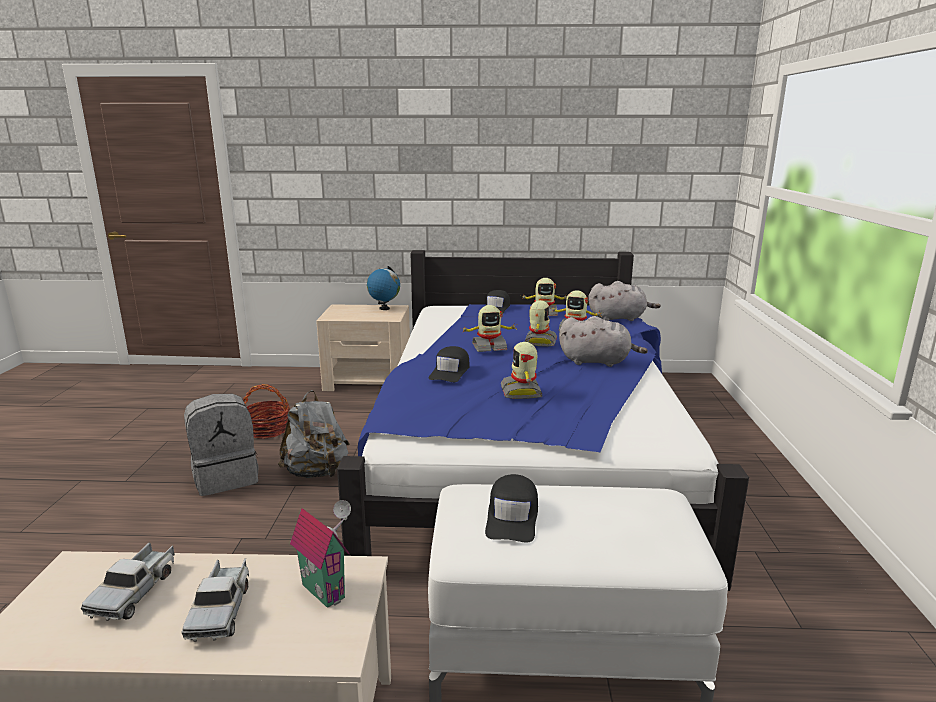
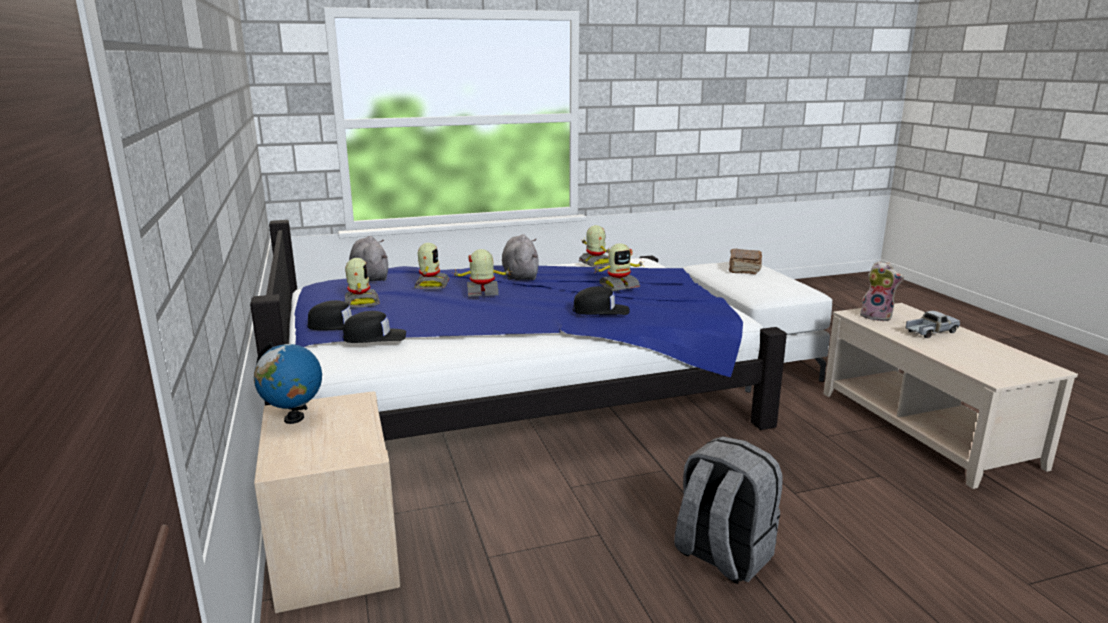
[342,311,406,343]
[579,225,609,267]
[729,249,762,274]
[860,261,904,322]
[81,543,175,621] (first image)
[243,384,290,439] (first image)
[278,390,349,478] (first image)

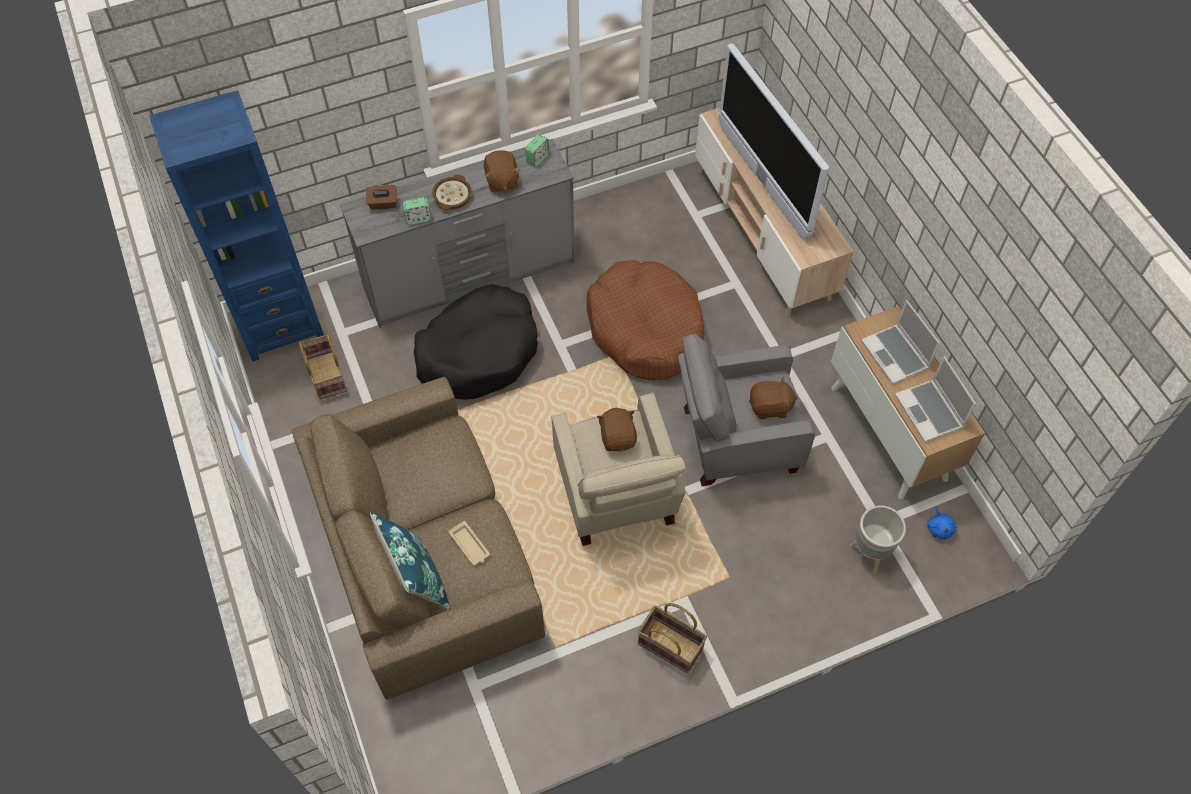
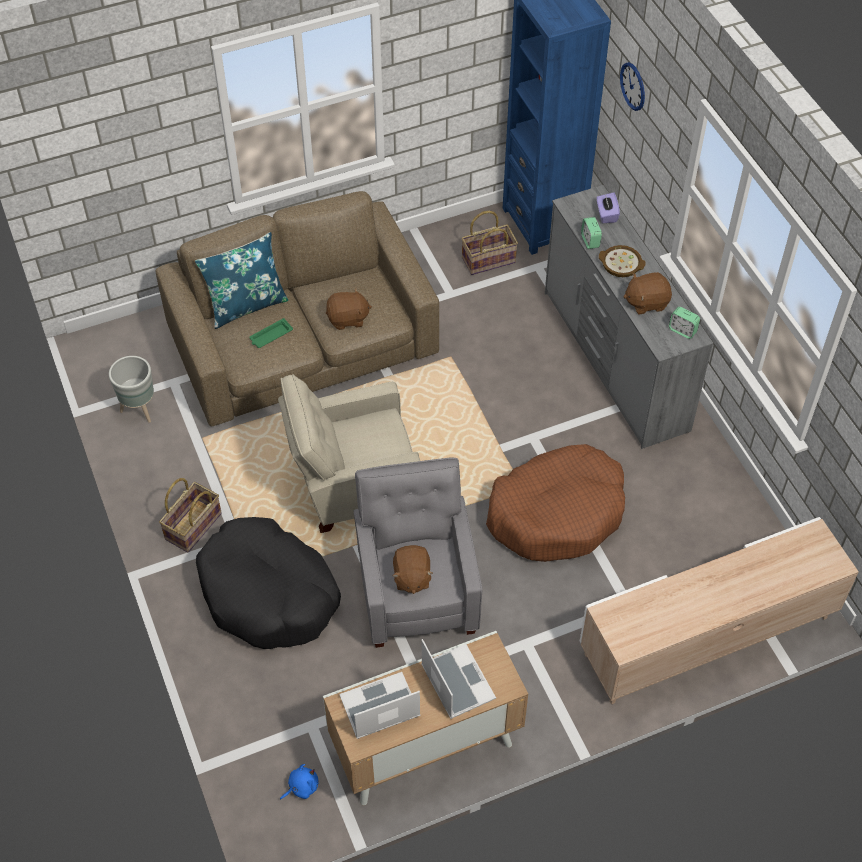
[109,356,154,423]
[196,517,341,649]
[249,318,293,348]
[280,764,319,800]
[326,288,372,330]
[421,639,496,719]
[596,192,620,223]
[620,62,645,111]
[719,44,829,239] (first image)

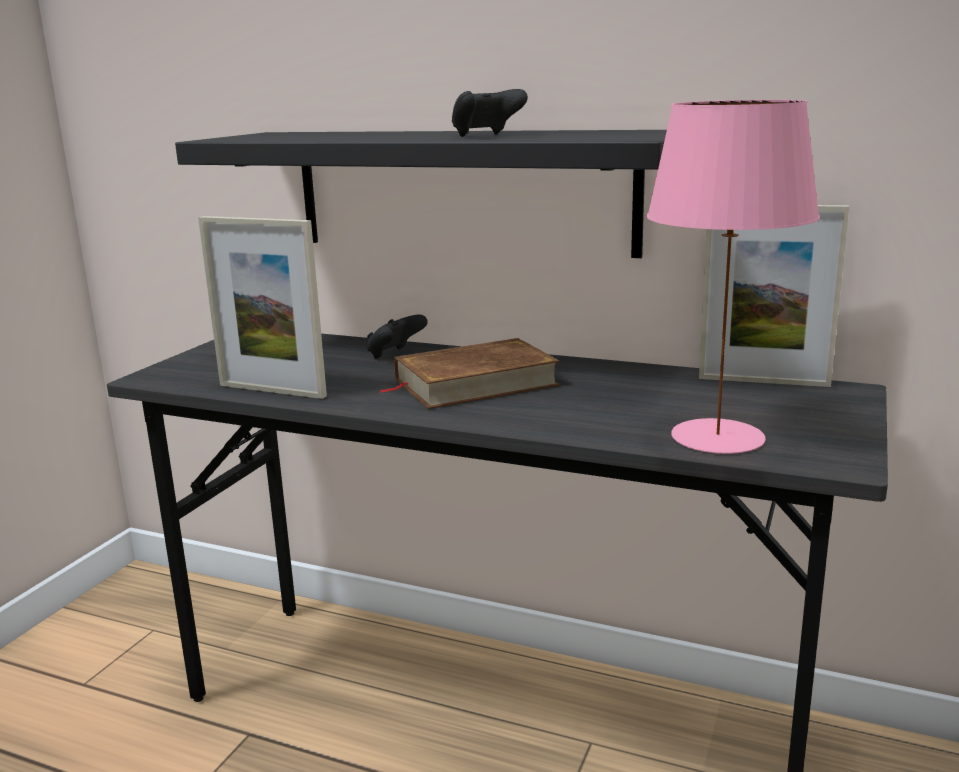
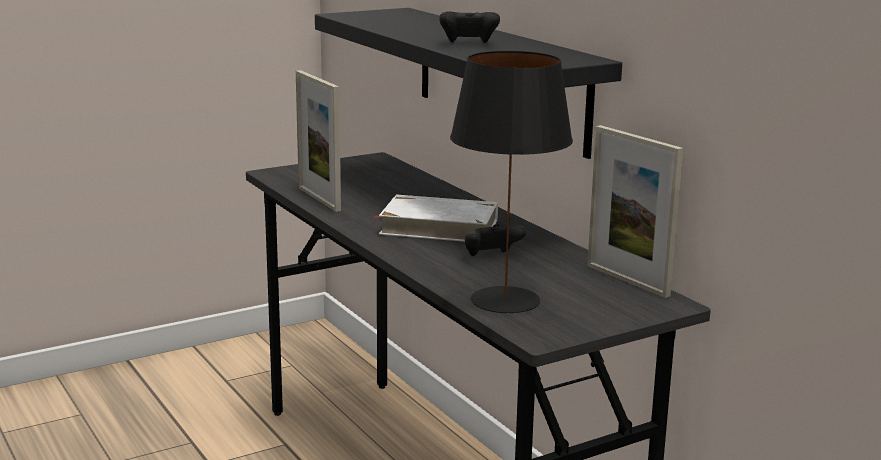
[375,195,498,242]
[450,51,573,314]
[465,224,526,256]

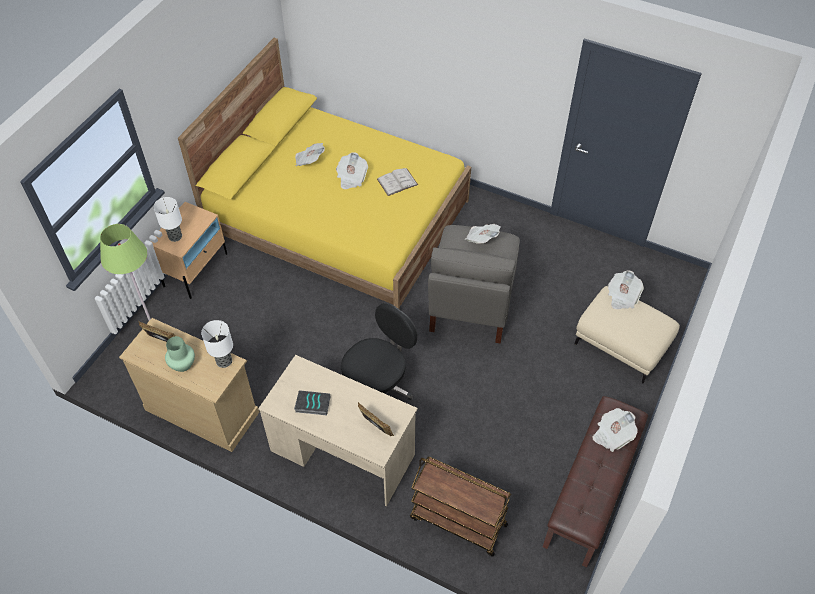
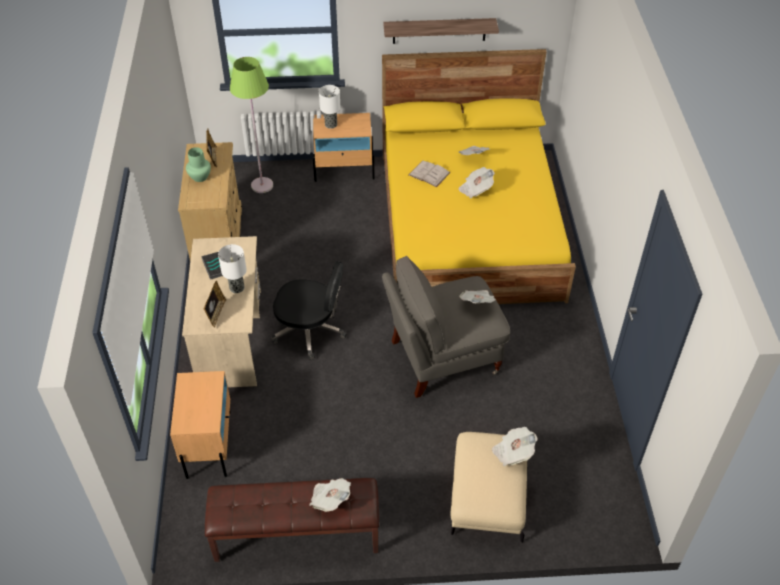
[170,371,231,479]
[218,244,247,293]
[383,18,499,44]
[408,160,450,187]

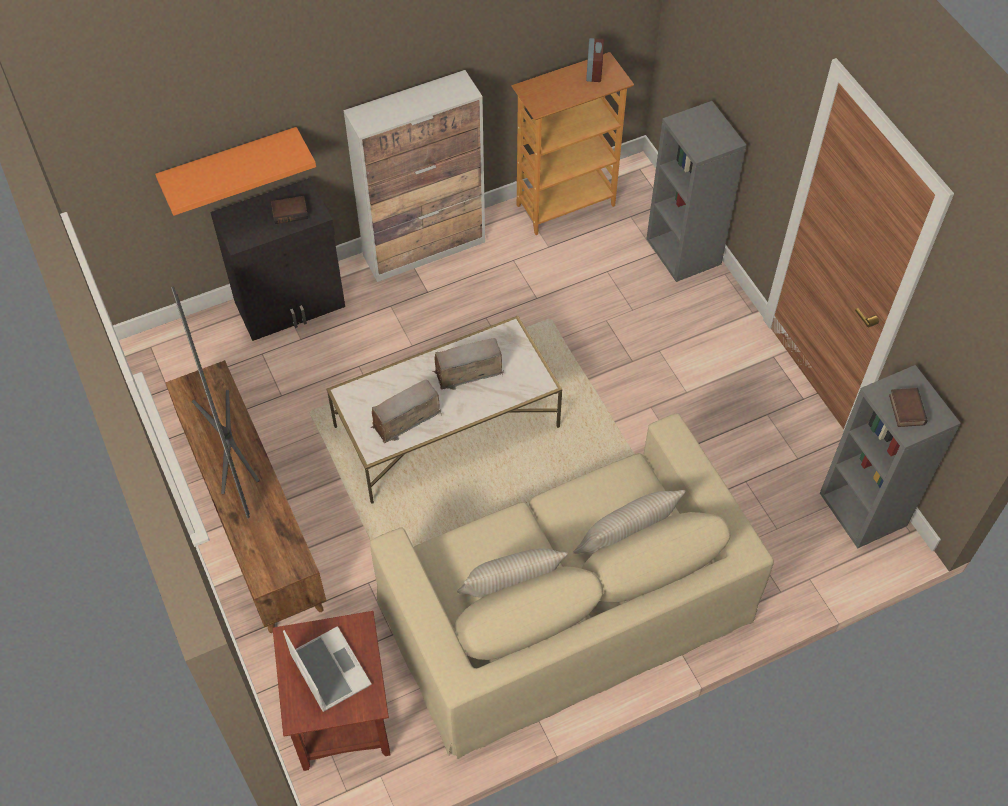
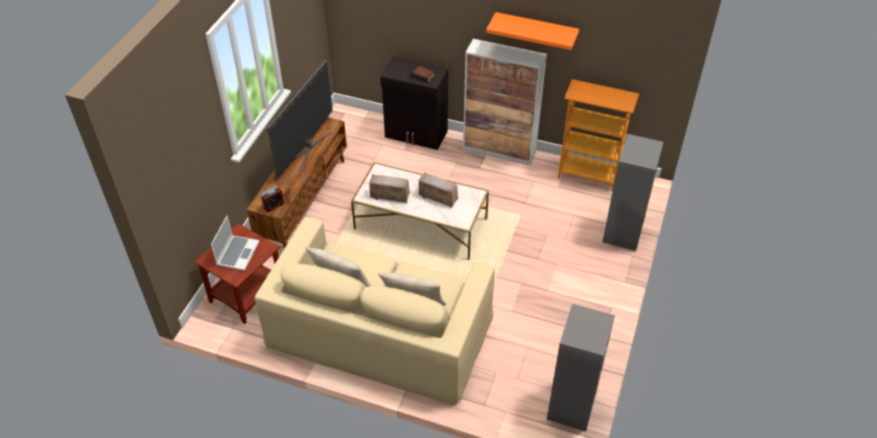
[260,186,284,212]
[486,12,579,50]
[889,388,928,427] (first image)

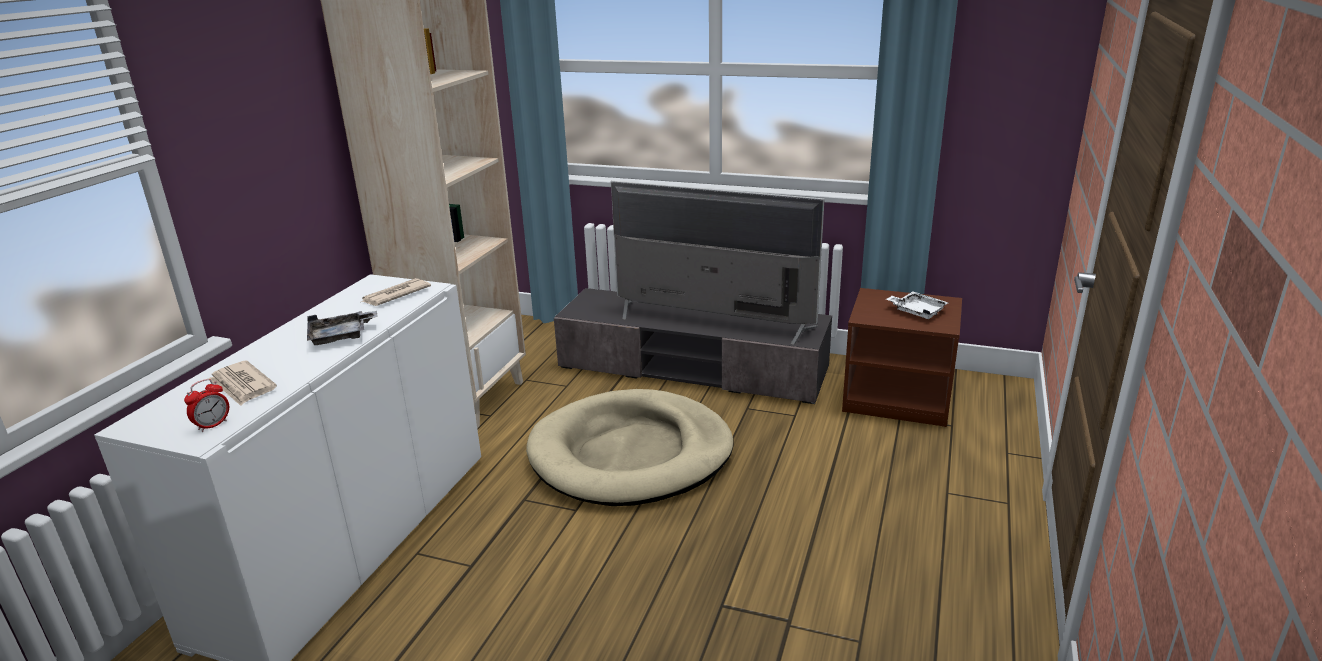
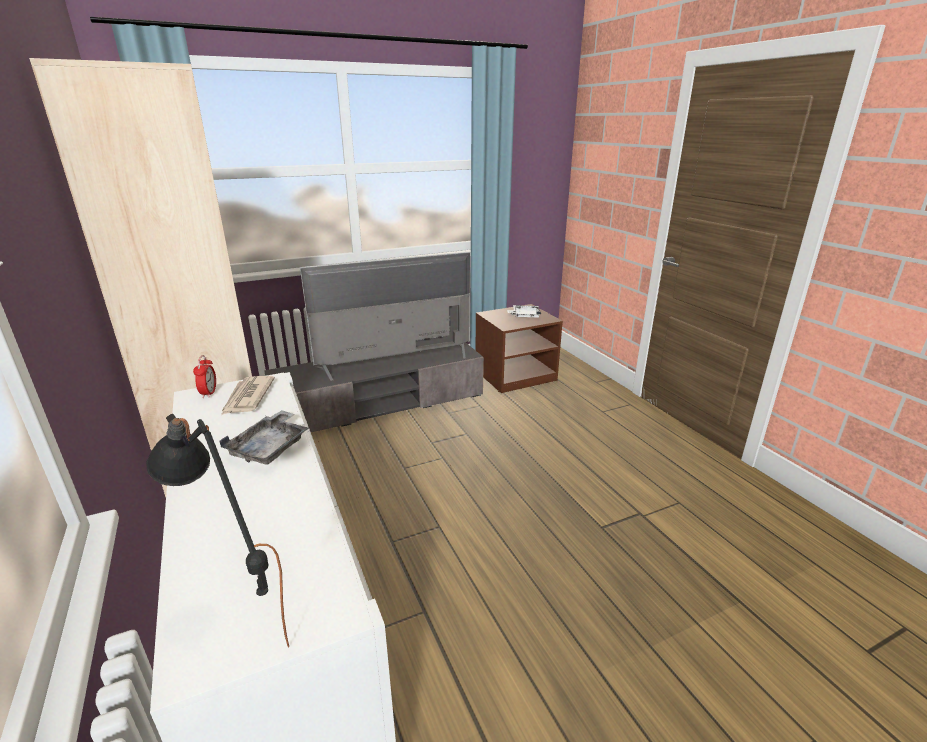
[146,414,289,647]
[193,355,216,398]
[208,360,277,406] (first image)
[526,389,734,506] (first image)

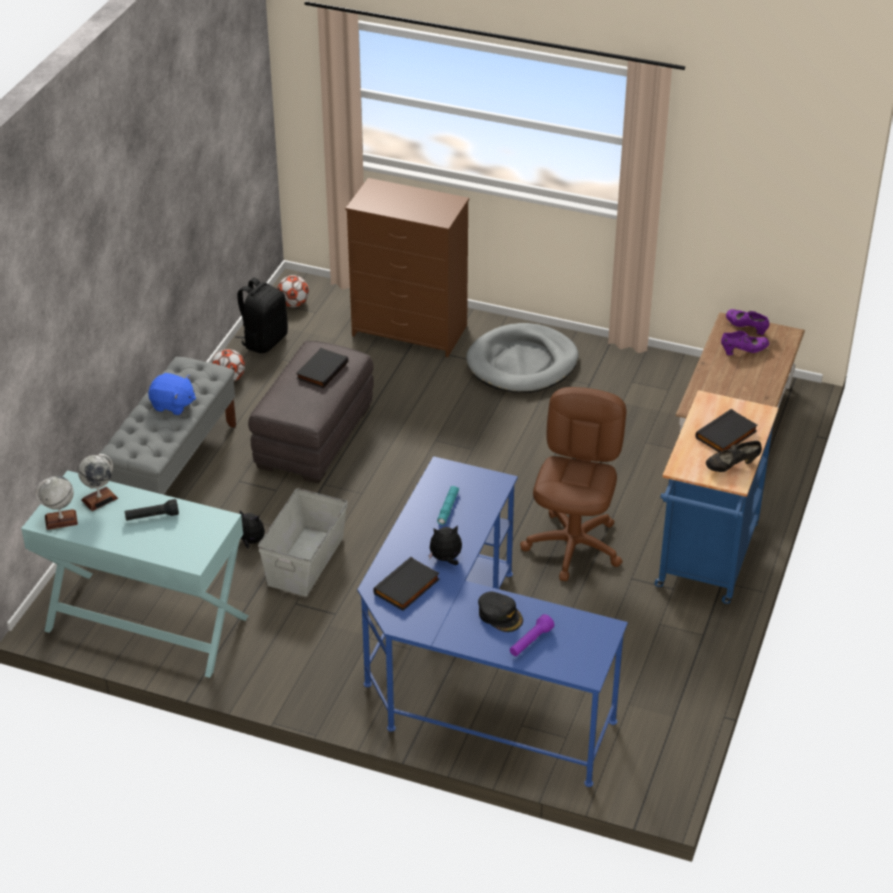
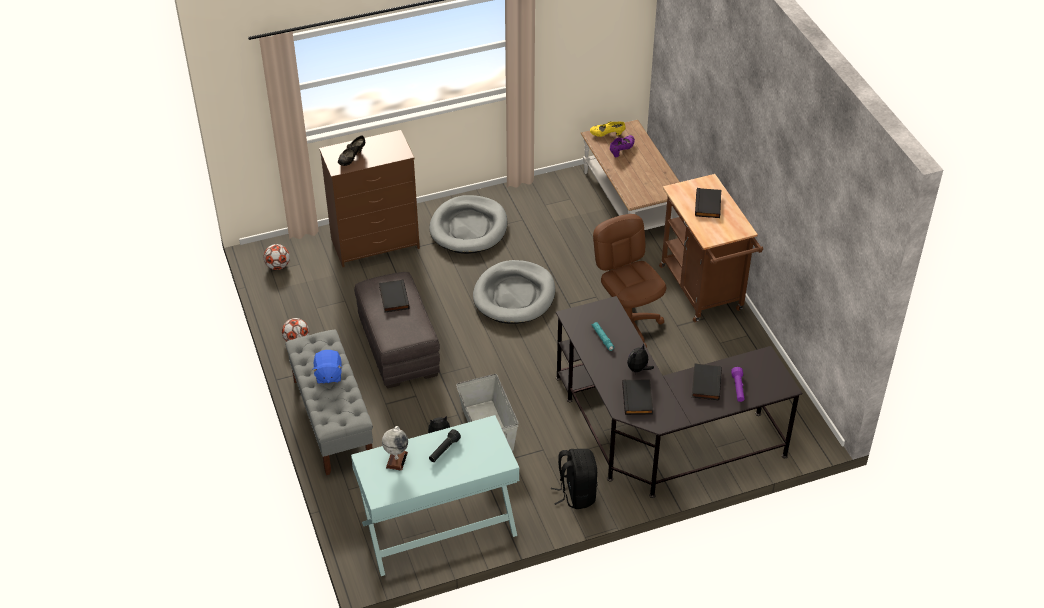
[312,350,342,384]
[338,136,365,166]
[473,260,555,324]
[551,449,598,509]
[556,296,802,498]
[590,122,626,137]
[659,174,763,322]
[692,364,722,401]
[36,476,78,530] (first image)

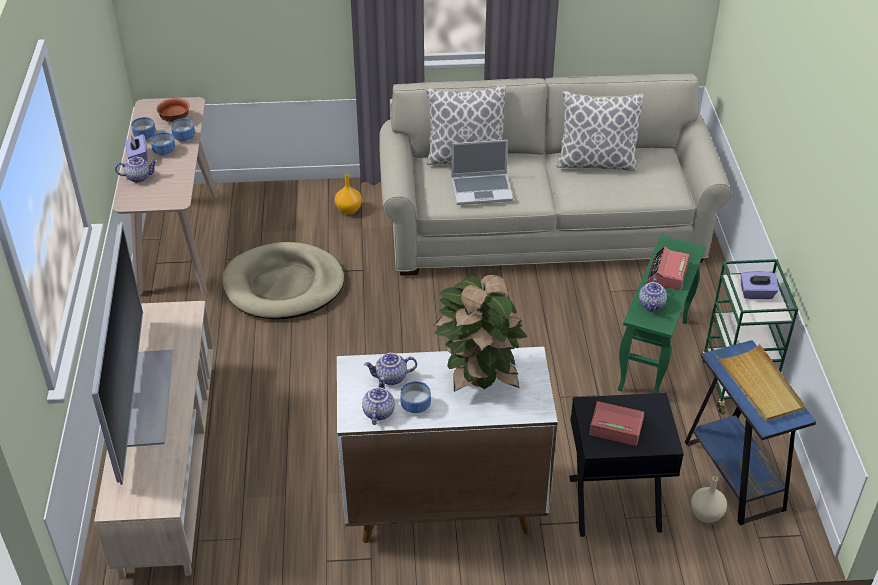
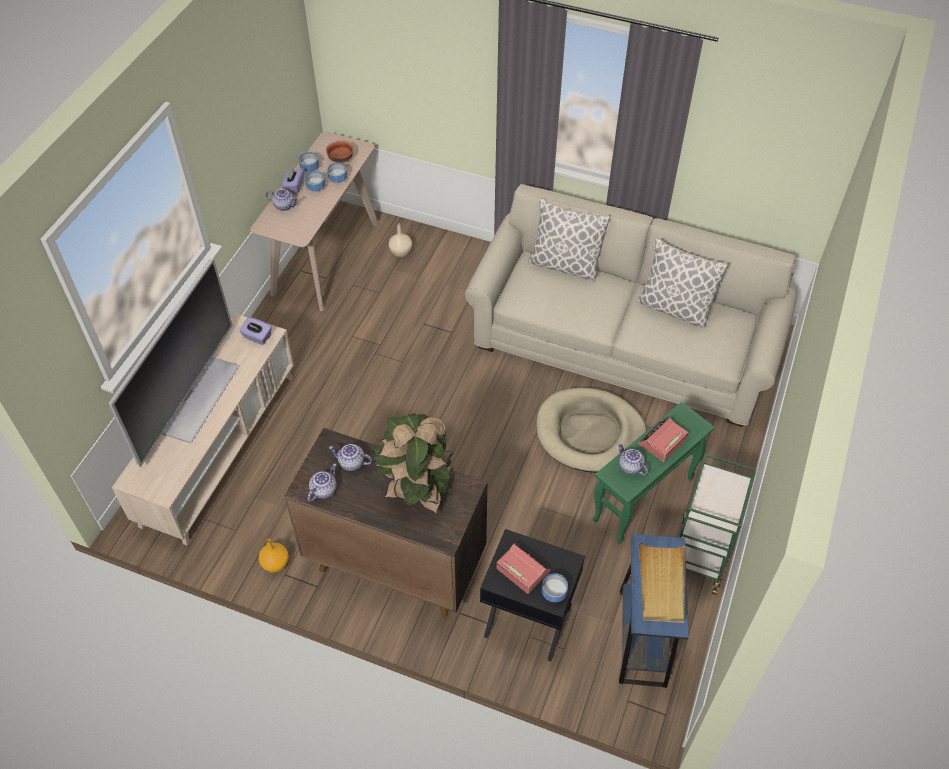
[239,317,272,345]
[259,539,289,573]
[284,428,487,617]
[389,224,412,257]
[536,387,647,473]
[542,573,568,602]
[618,443,648,476]
[451,140,513,205] (first image)

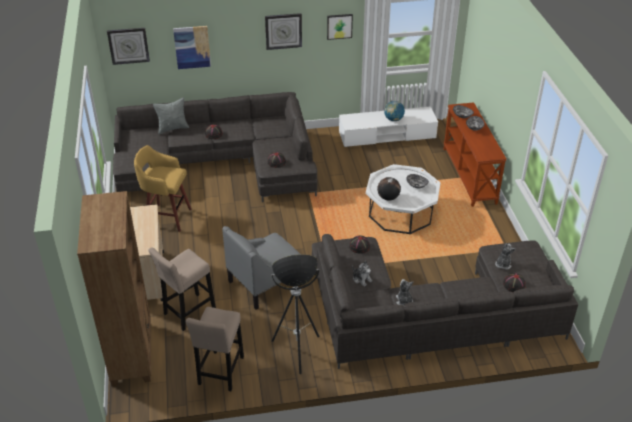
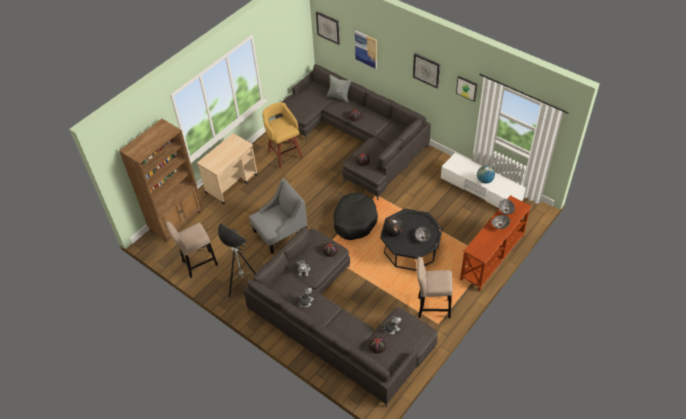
[249,178,307,254]
[334,192,378,240]
[380,209,443,271]
[416,257,453,318]

